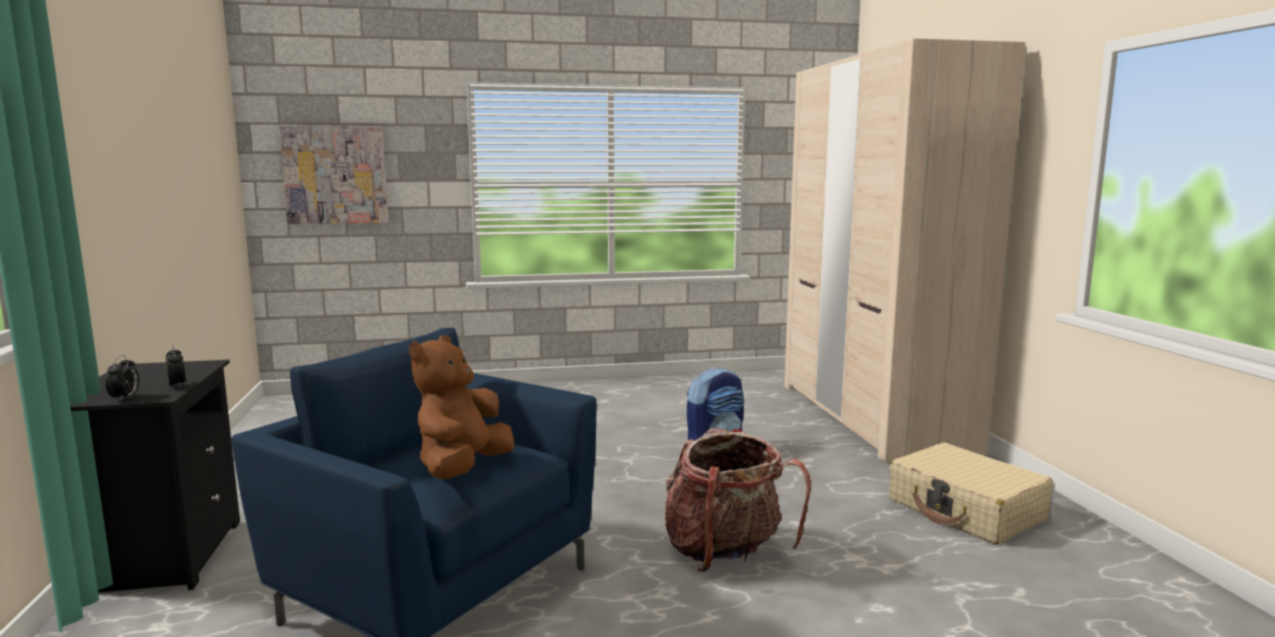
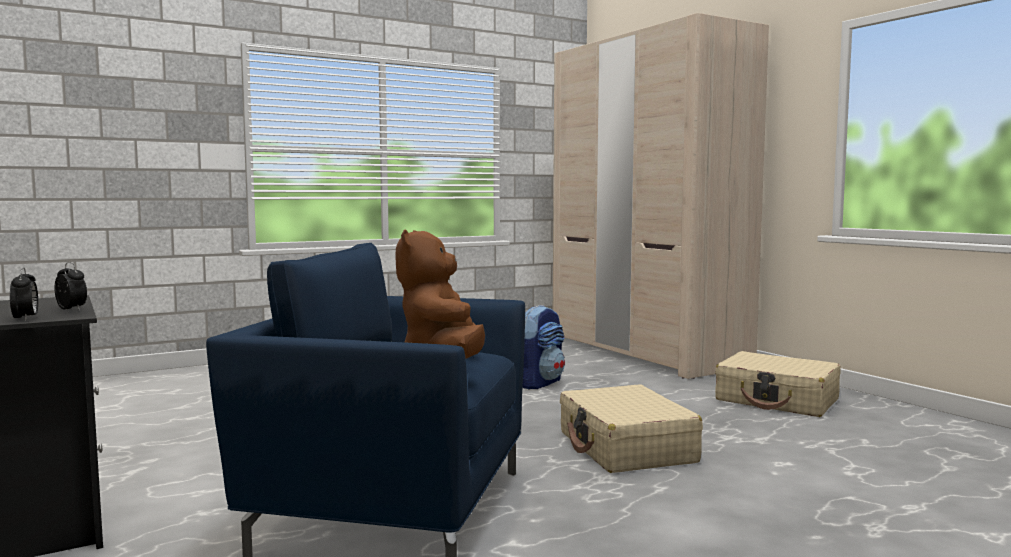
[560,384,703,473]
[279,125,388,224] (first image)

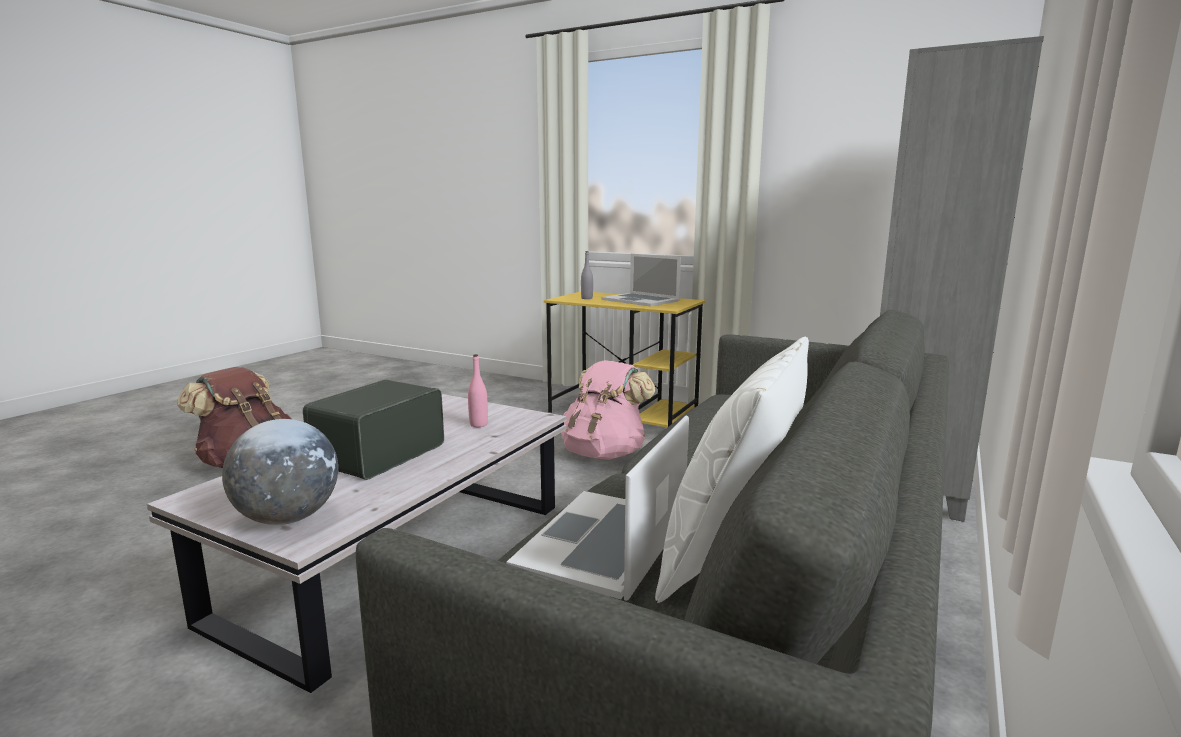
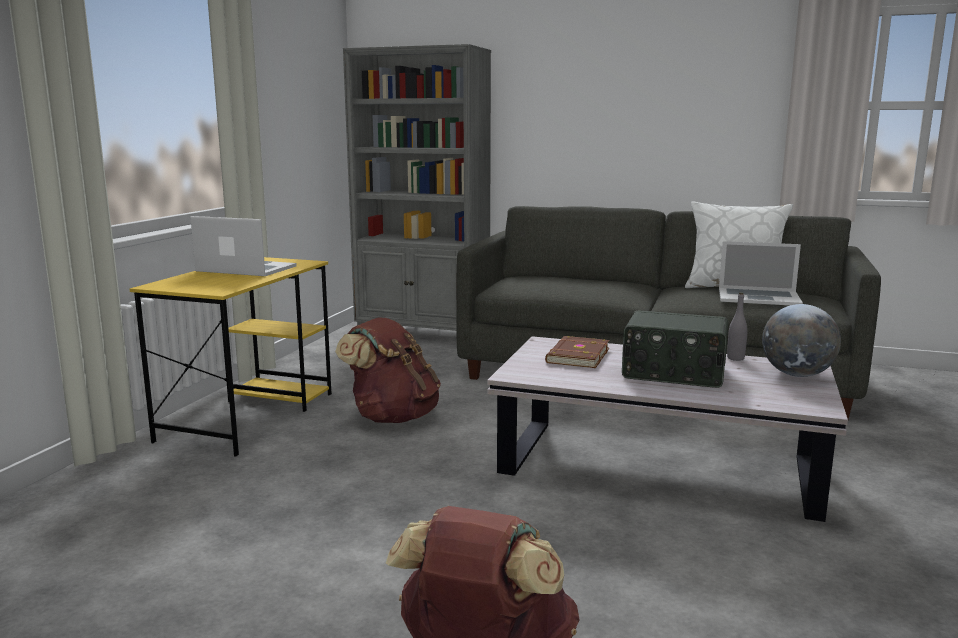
[190,216,297,276]
[335,317,441,423]
[545,336,609,368]
[727,292,747,361]

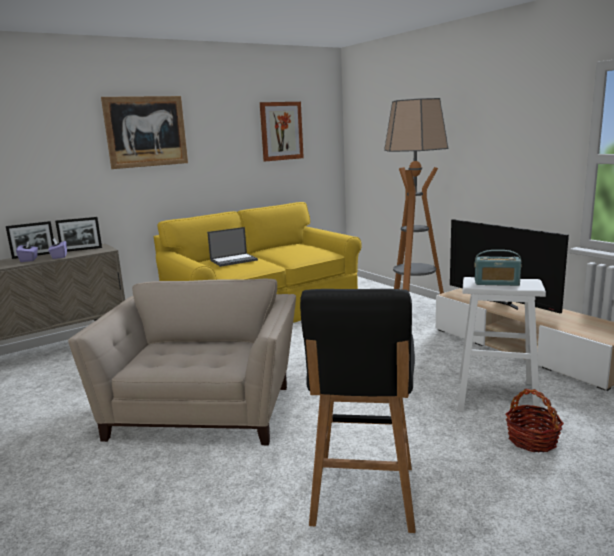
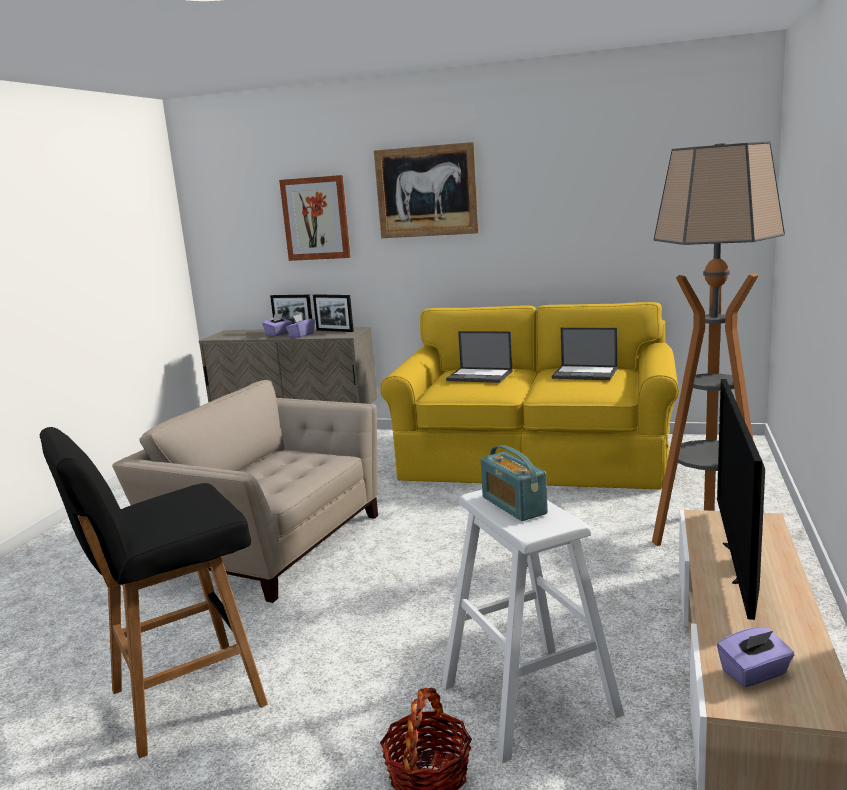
[112,380,378,603]
[279,175,351,261]
[552,328,617,380]
[717,627,794,687]

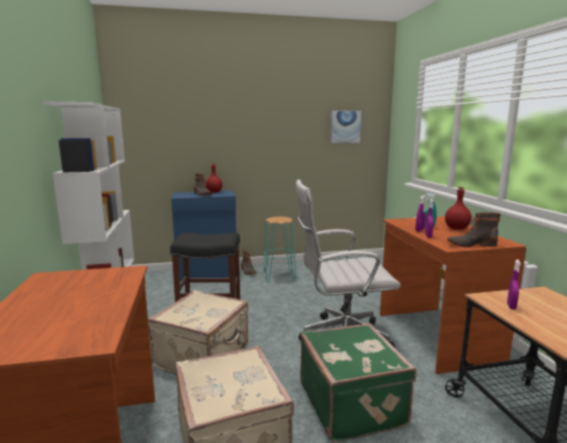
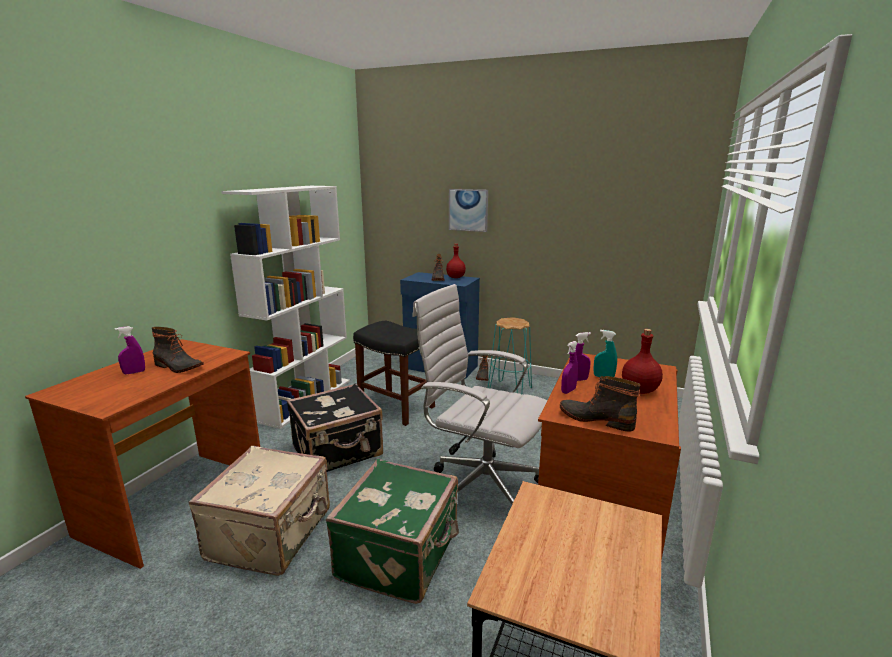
[115,326,145,374]
[151,327,204,373]
[287,383,383,472]
[449,189,488,232]

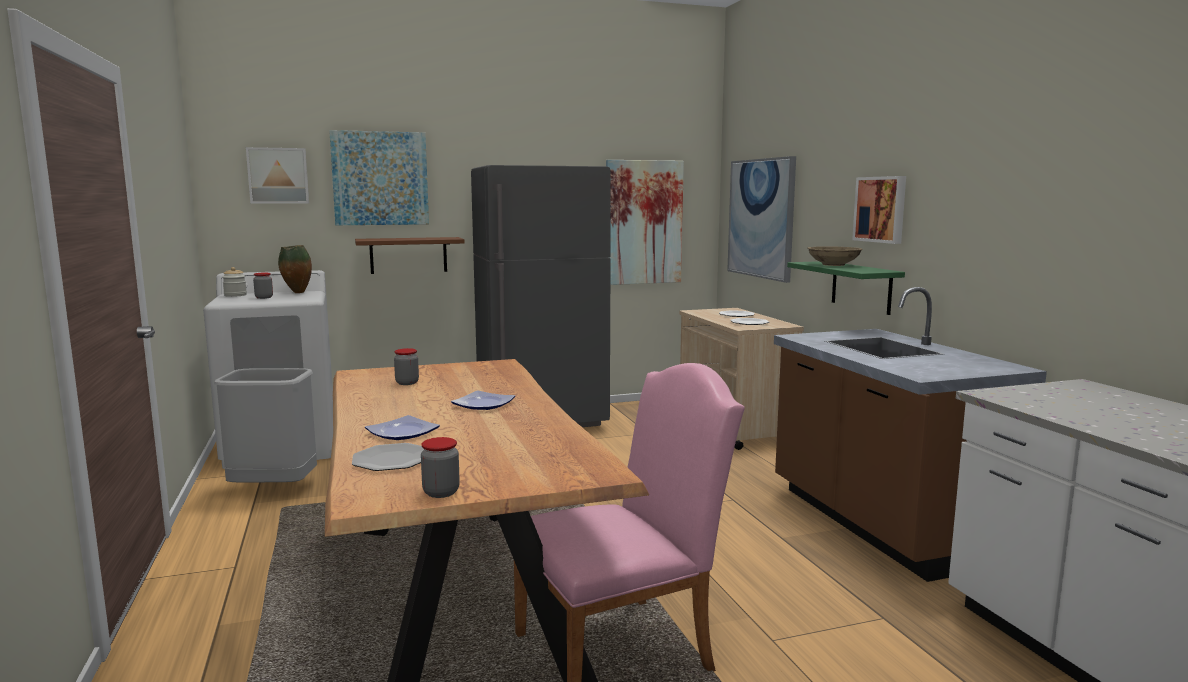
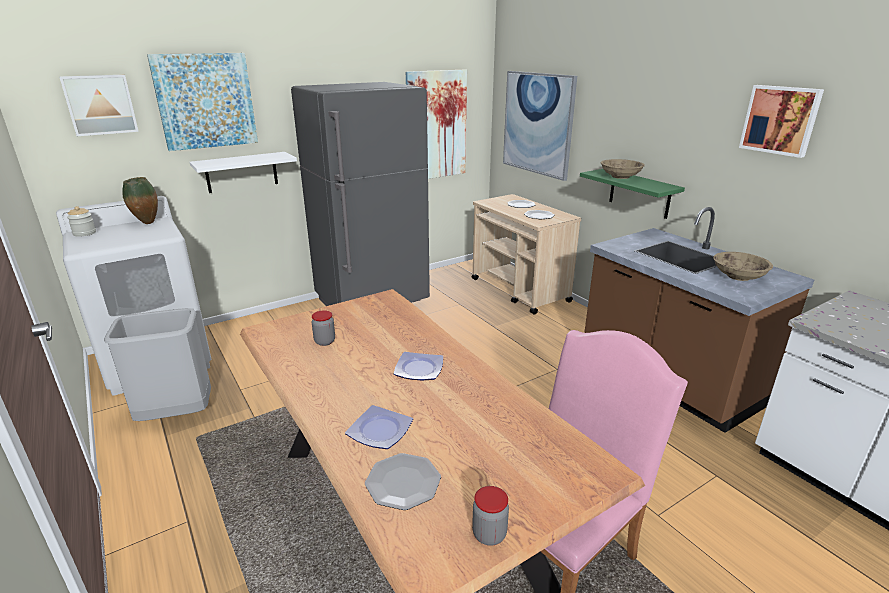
[189,152,297,193]
[713,252,773,281]
[739,85,824,158]
[253,272,273,299] (first image)

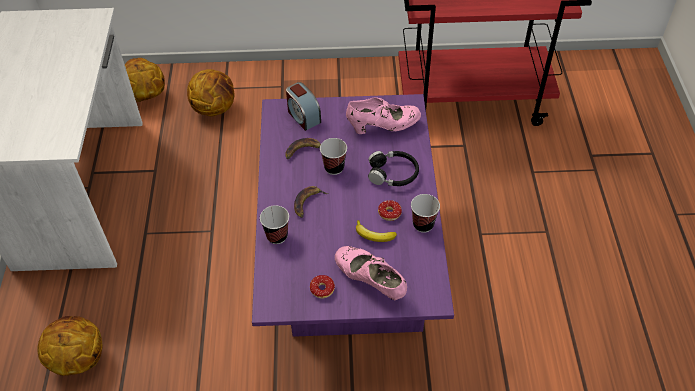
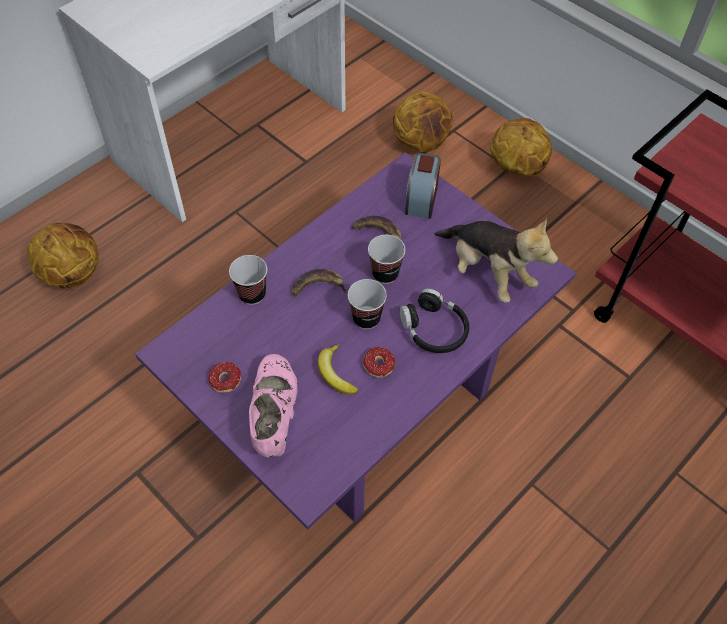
[348,279,387,329]
[435,218,558,303]
[490,118,552,176]

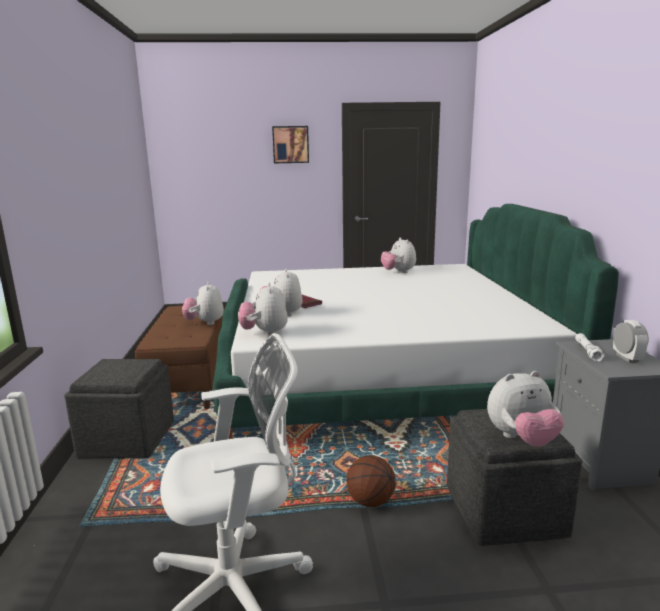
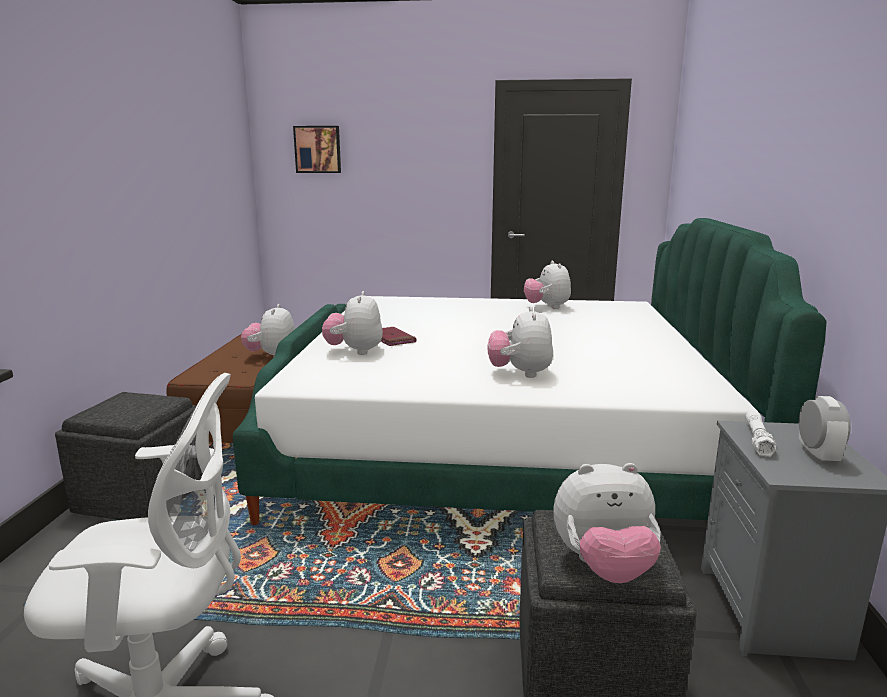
[293,126,341,173]
[488,306,553,378]
[346,455,396,507] (first image)

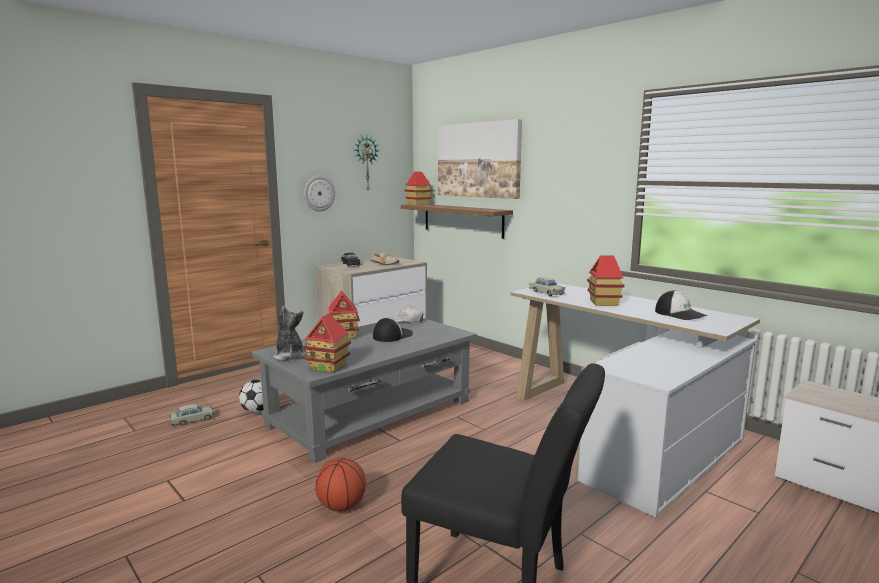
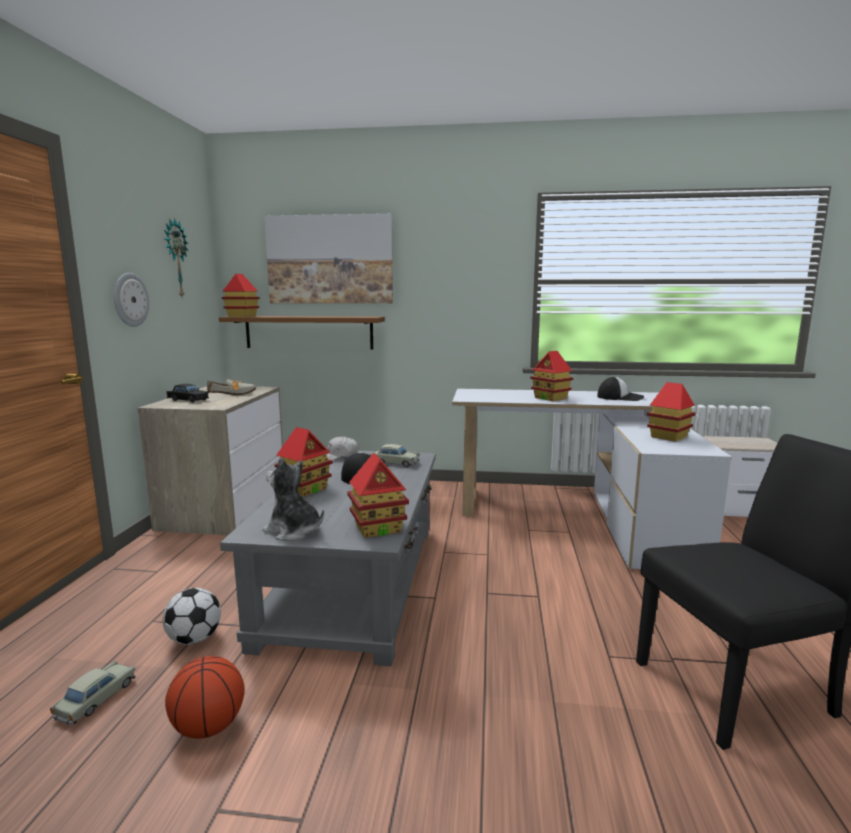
[165,656,245,739]
[370,444,420,467]
[647,382,696,442]

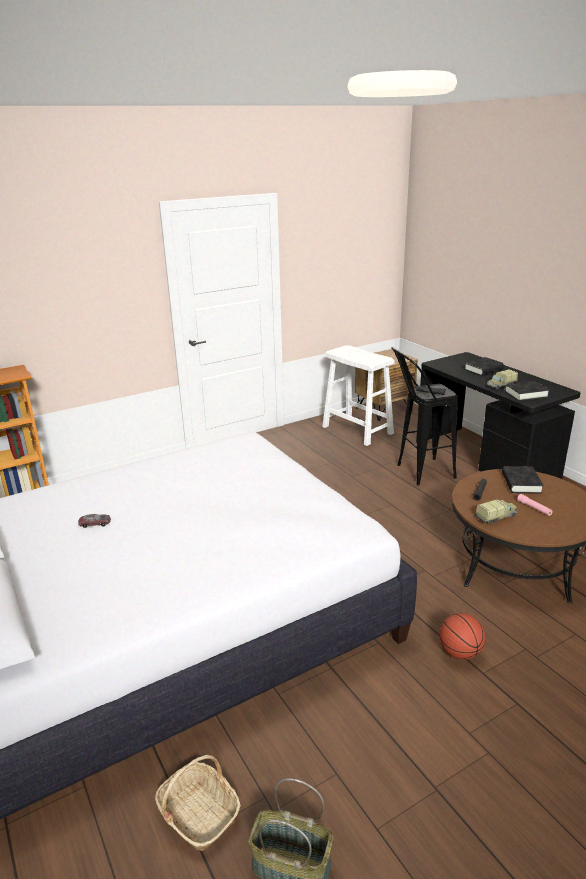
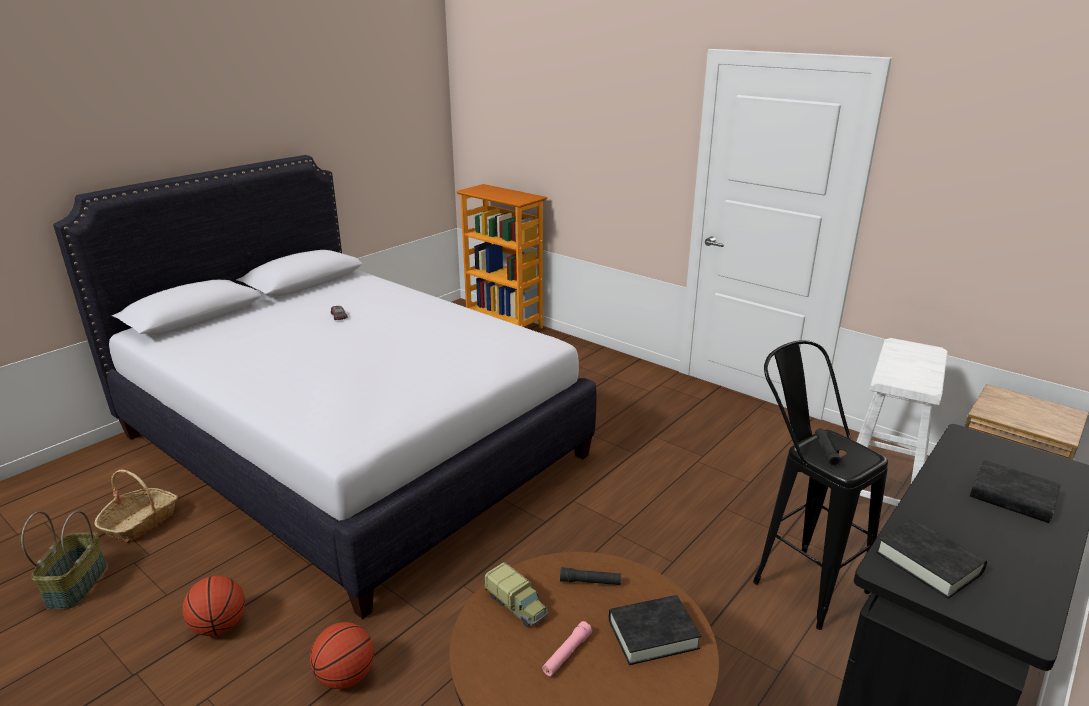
[182,576,245,636]
[487,369,518,389] (first image)

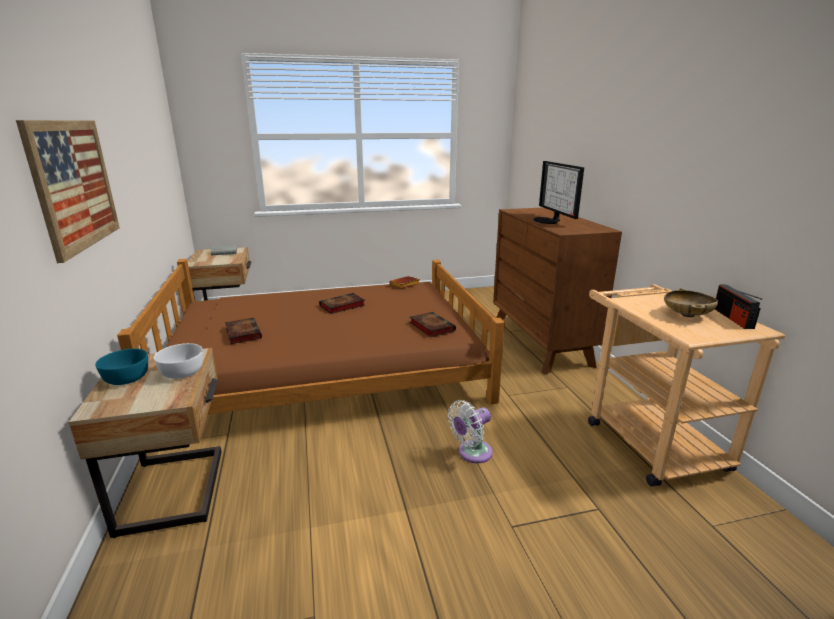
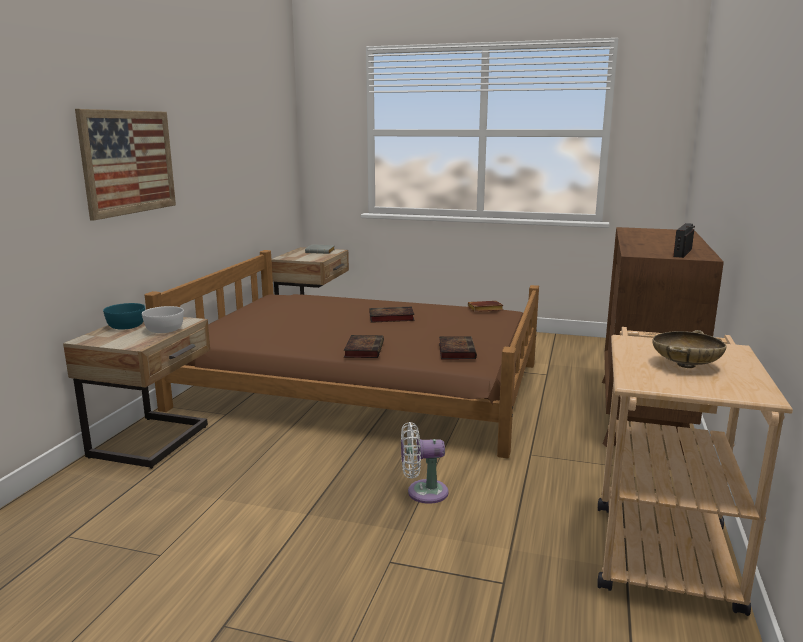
[344,335,384,358]
[673,223,695,258]
[533,161,584,224] (first image)

